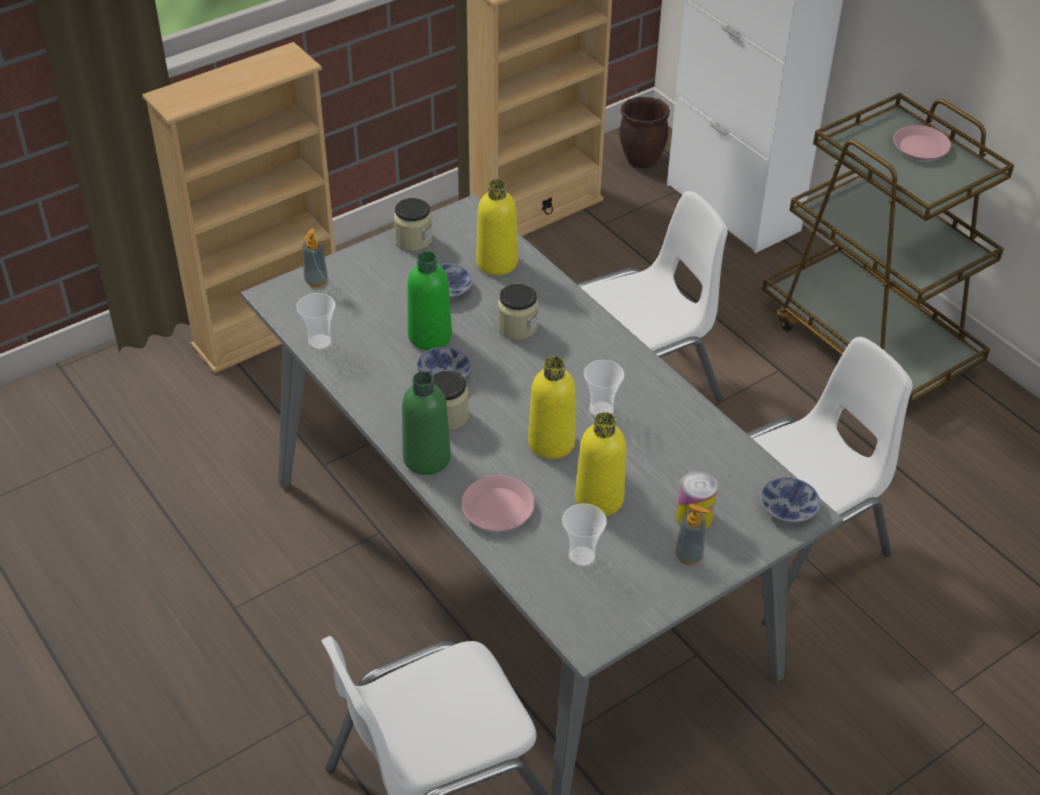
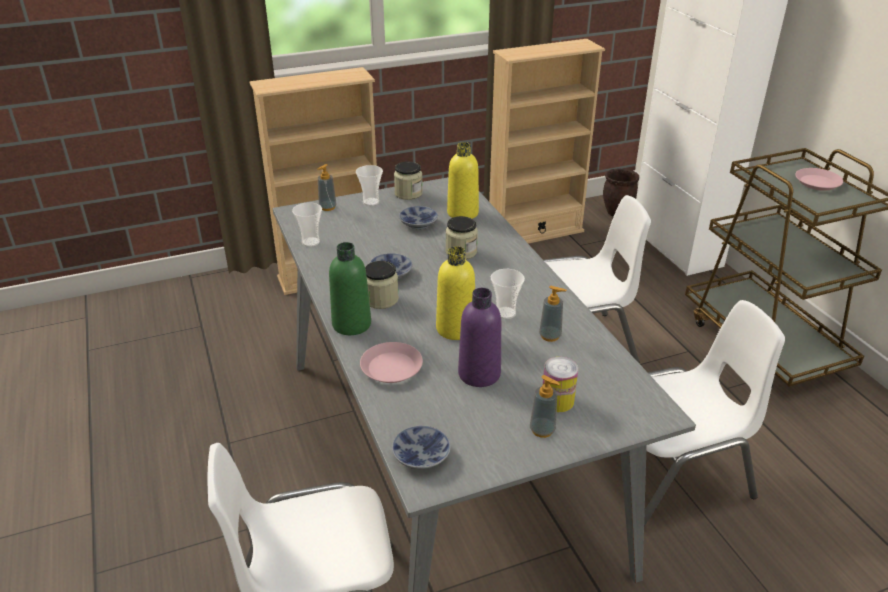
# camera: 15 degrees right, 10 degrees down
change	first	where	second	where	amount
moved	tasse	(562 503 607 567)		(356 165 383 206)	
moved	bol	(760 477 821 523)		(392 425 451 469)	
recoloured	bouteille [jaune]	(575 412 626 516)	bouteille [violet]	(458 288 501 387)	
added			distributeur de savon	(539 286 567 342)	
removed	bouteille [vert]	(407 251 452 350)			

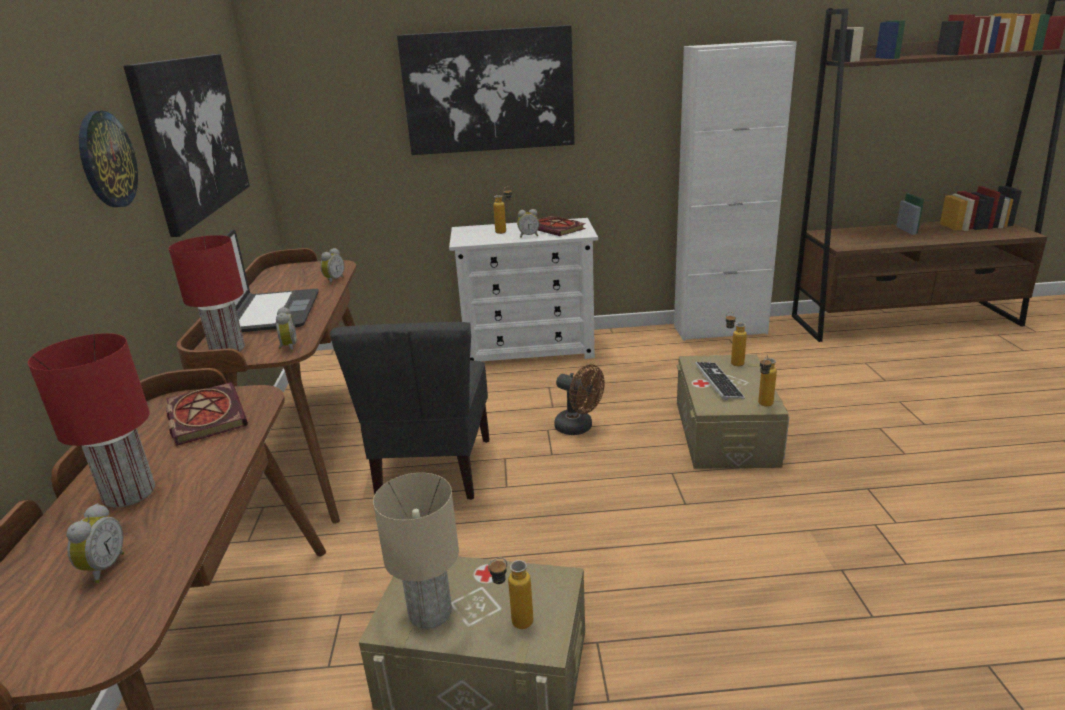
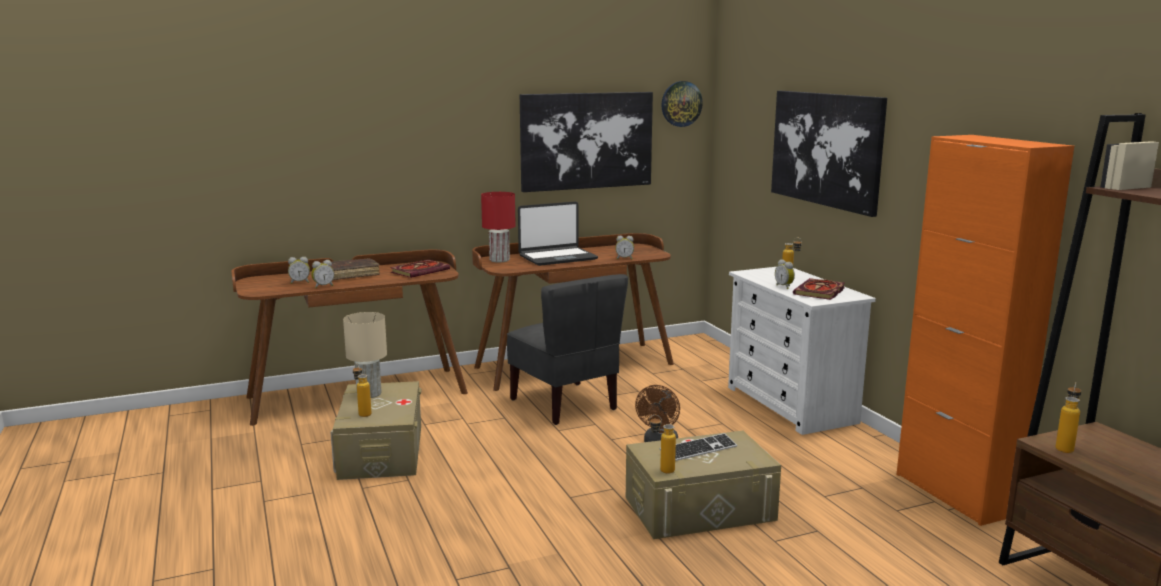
# camera: 70 degrees right, 10 degrees down
change	first	where	second	where	amount
moved	réveil	(276 307 296 352)		(311 260 334 288)	
replaced	lampe de table [rouge]	(28 333 155 508)	livre [marron]	(324 258 380 280)	
turned	chaise [gris]	(330 322 490 500)		(507 274 628 425)	105 degrees counterclockwise
moved	horloge murale	(79 111 138 207)		(661 81 703 127)	
recoloured	meuble de rangement [blanc]	(674 40 797 341)	meuble de rangement [orange]	(896 135 1074 526)	
moved	bouteille	(726 312 747 366)		(1055 382 1081 453)	

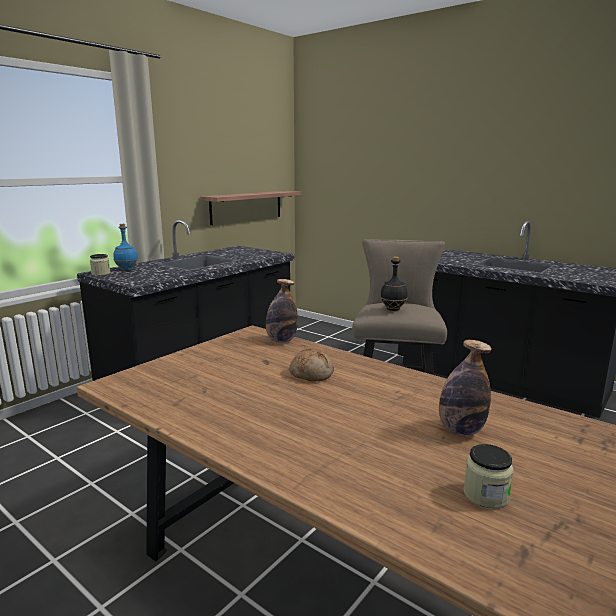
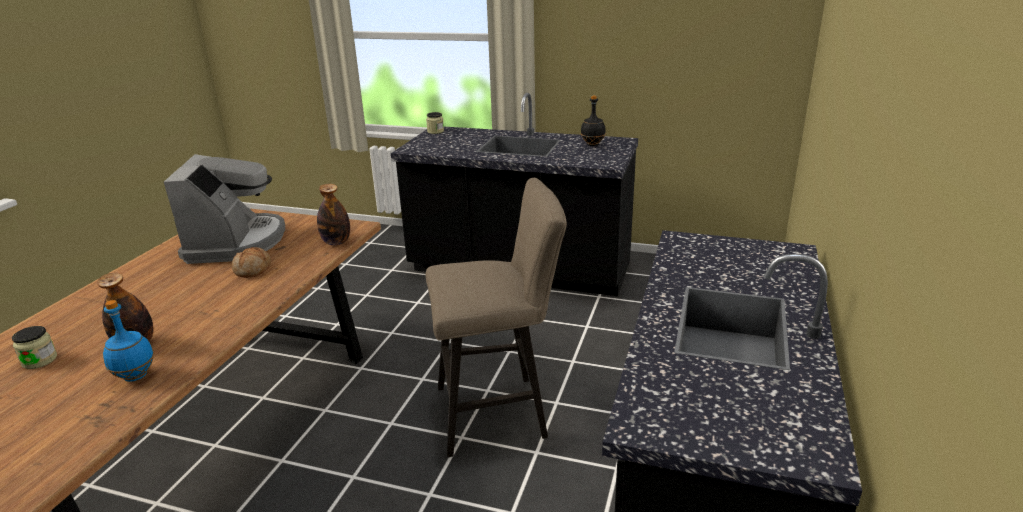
# camera: 70 degrees right, 10 degrees up
change	first	where	second	where	amount
moved	bouteille [bleu]	(113 224 138 271)		(103 300 154 382)	
added			machine à café	(164 154 285 264)	
moved	bouteille [noir]	(380 257 408 311)		(581 95 606 146)	
removed	étagère	(200 191 301 225)			

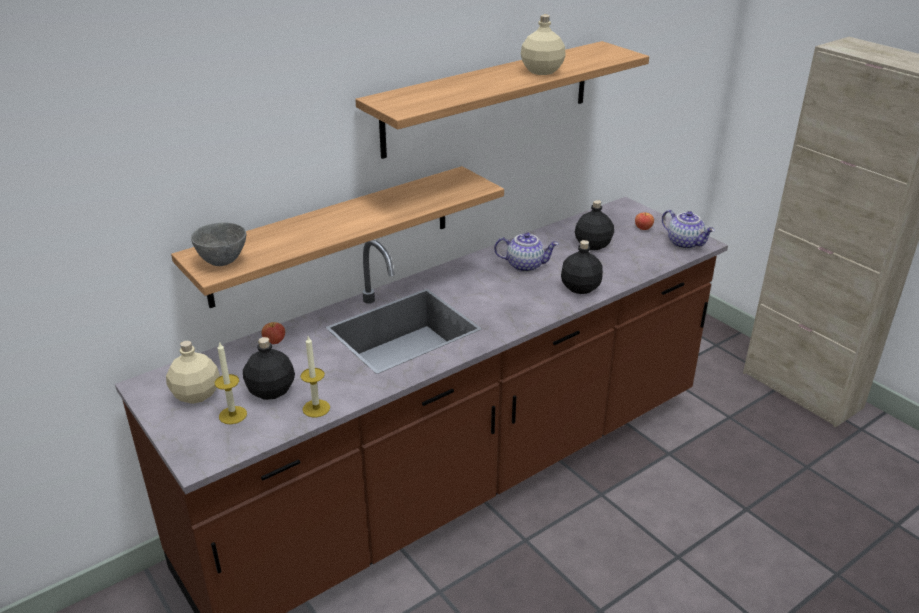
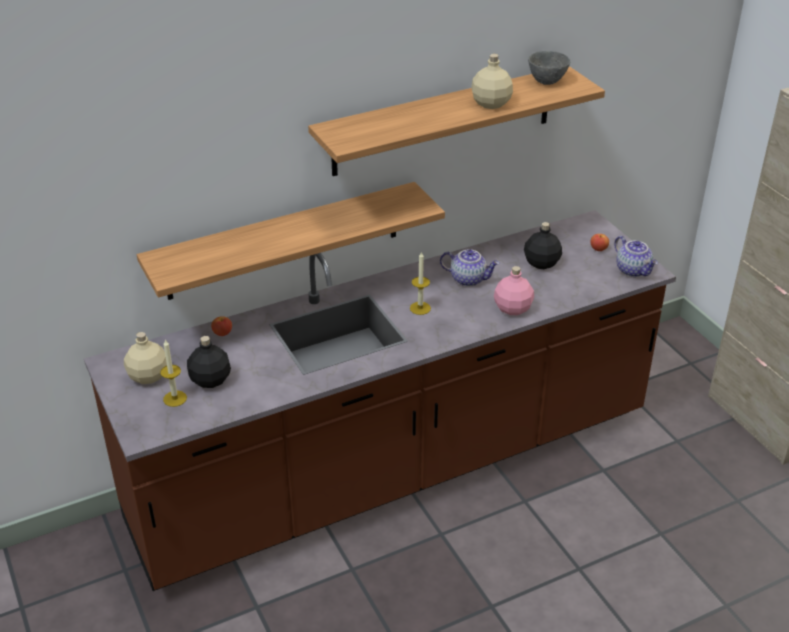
# camera: 10 degrees right, 5 degrees up
change	first	where	second	where	amount
moved	bougie	(300 336 330 417)		(410 251 431 315)	
recoloured	bouteille [noir]	(561 240 603 294)	bouteille [rose]	(494 266 534 315)	
moved	bol [gris]	(191 222 246 266)		(528 51 571 85)	

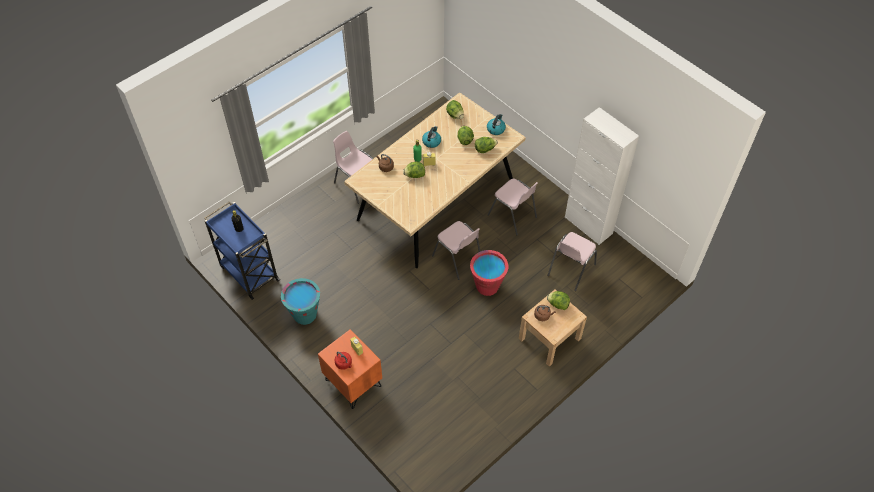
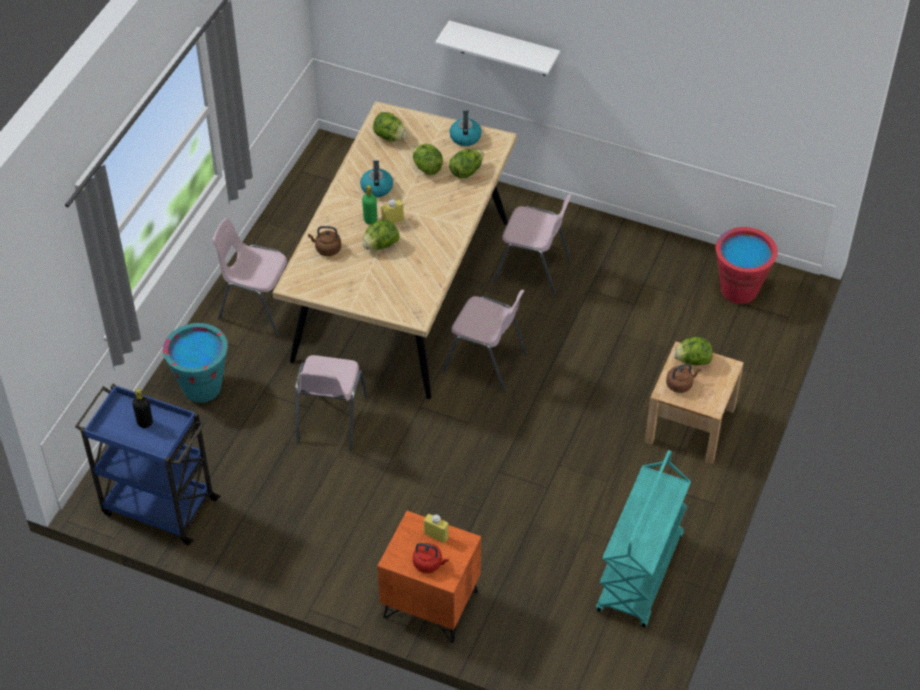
# camera: 25 degrees left, 5 degrees down
change	first	where	second	where	amount
moved	seau [turquoise]	(281 278 320 325)		(163 323 228 403)	
moved	chaise [rose]	(547 232 597 291)		(295 355 368 450)	
added			étagère [blanc]	(435 20 560 76)	
added			chariot [turquoise]	(596 450 691 627)	
moved	seau [rouge]	(470 250 508 296)		(716 227 778 304)	
removed	meuble de rangement [blanc]	(565 107 639 245)			

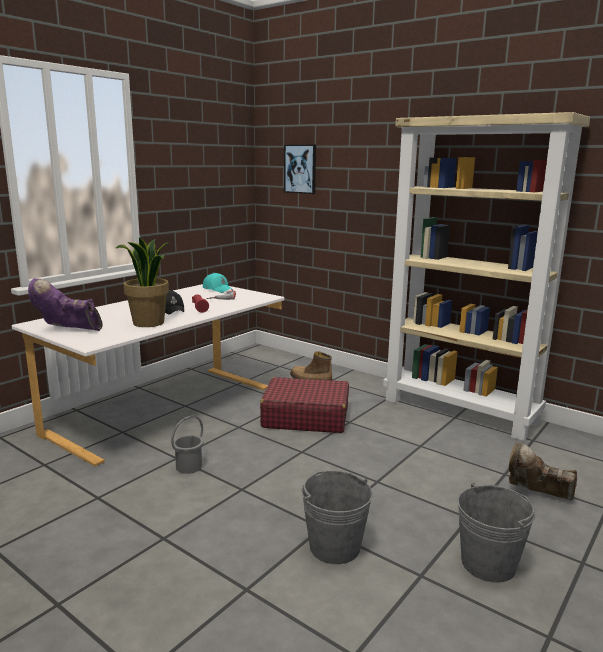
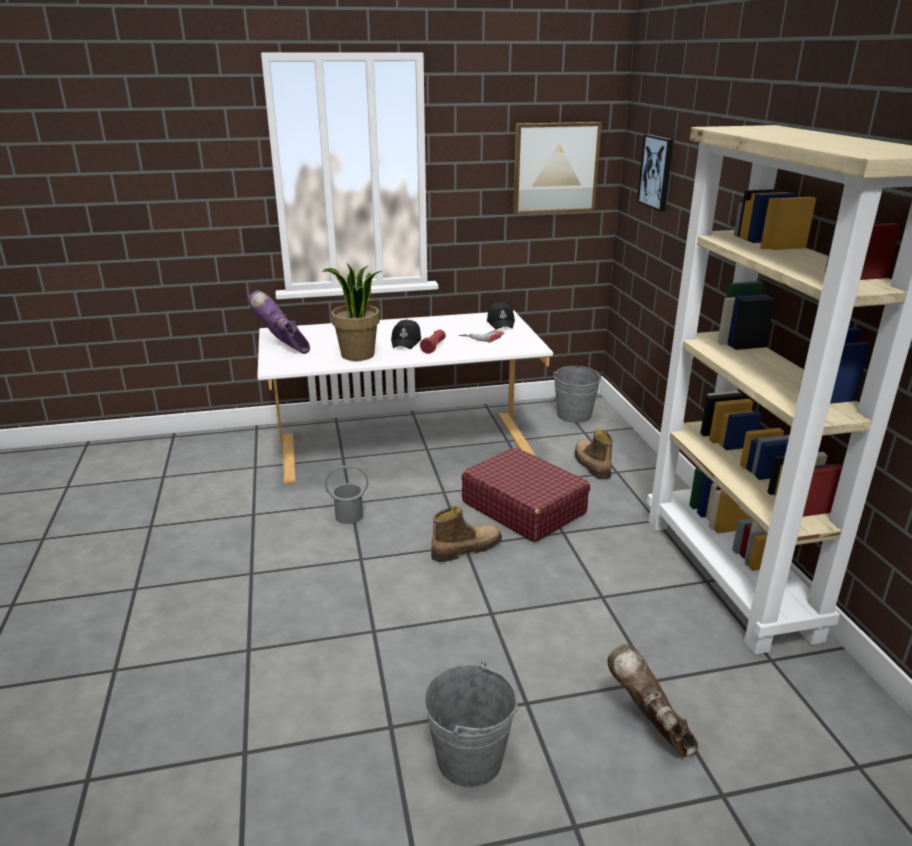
# camera: 40 degrees right, 10 degrees up
change	first	where	second	where	amount
added			botte	(431 506 502 562)	
recoloured	casquette [turquoise]	(203 273 233 293)	casquette [noir]	(487 302 515 330)	
added			tableau	(513 122 602 215)	
moved	seau [gris]	(301 471 373 564)		(553 366 602 423)	

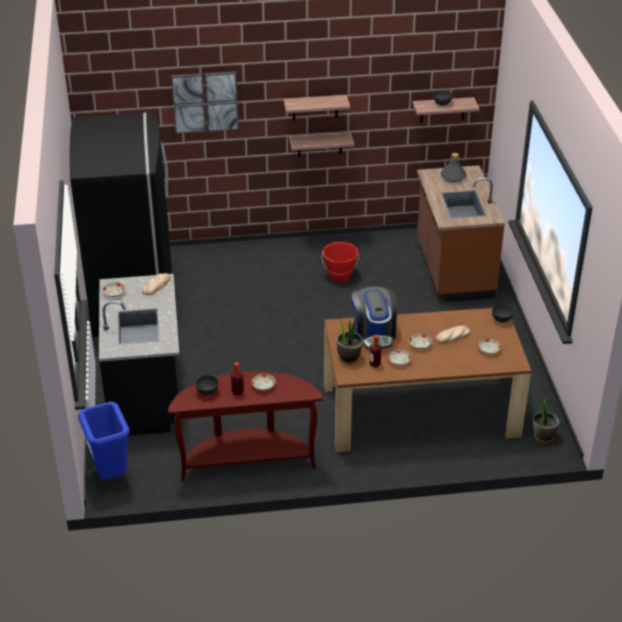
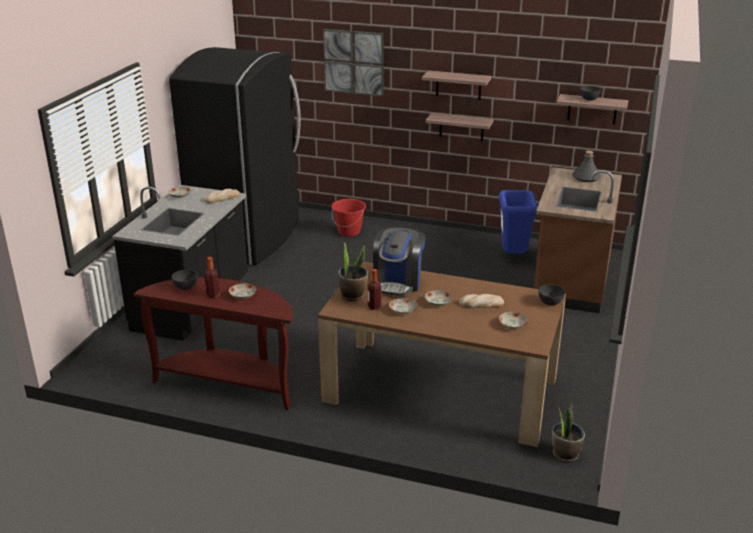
# camera: 25 degrees right, 10 degrees down
change	first	where	second	where	amount
moved	seau [rouge]	(322 242 359 282)		(331 199 366 237)	
moved	poubelle [bleu]	(78 402 130 479)		(499 190 538 253)	

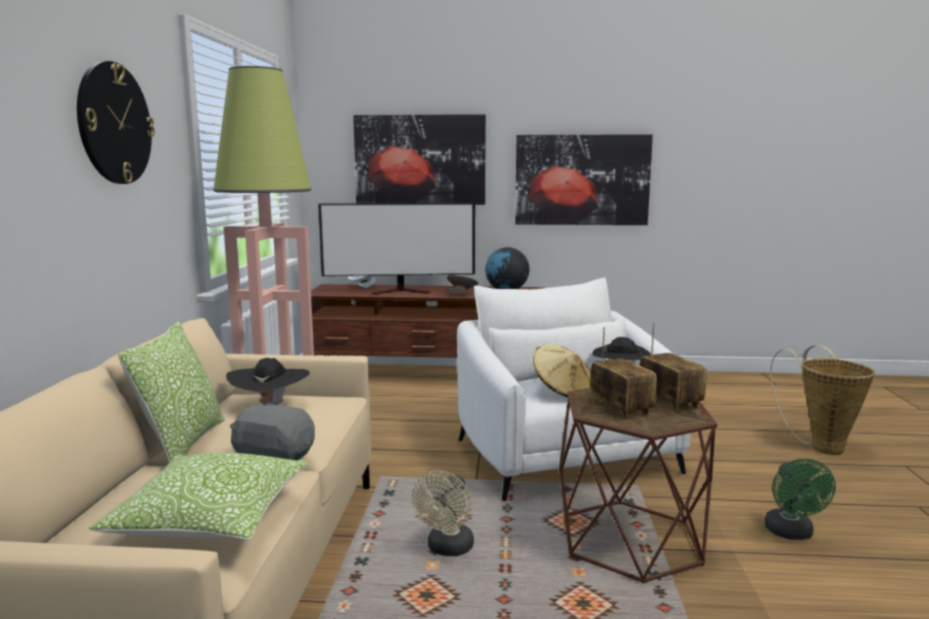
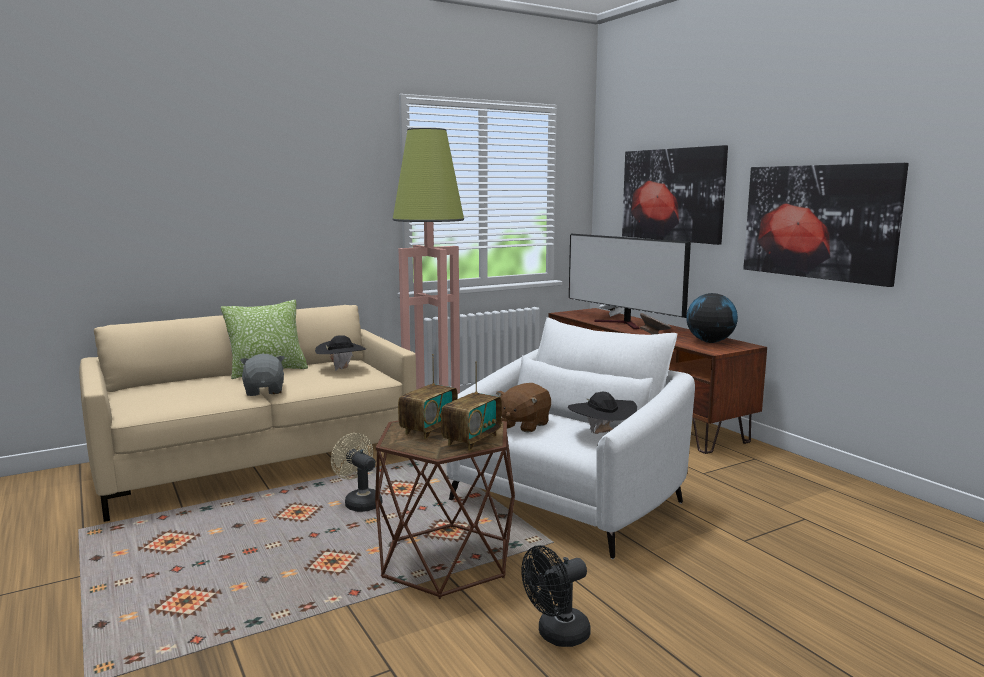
# camera: 55 degrees right, 0 degrees up
change	first	where	second	where	amount
turned	ventilateur [beige]	(412 470 474 556)		(331 433 382 512)	60 degrees clockwise
replaced	chapeau [beige]	(533 344 590 398)	peluche [marron]	(496 383 551 433)	
recoloured	ventilateur [vert]	(765 458 836 540)	ventilateur [noir]	(521 545 591 647)	
removed	horloge murale	(77 61 155 184)			
removed	coussin	(89 453 308 541)			
removed	panier	(770 345 875 455)			

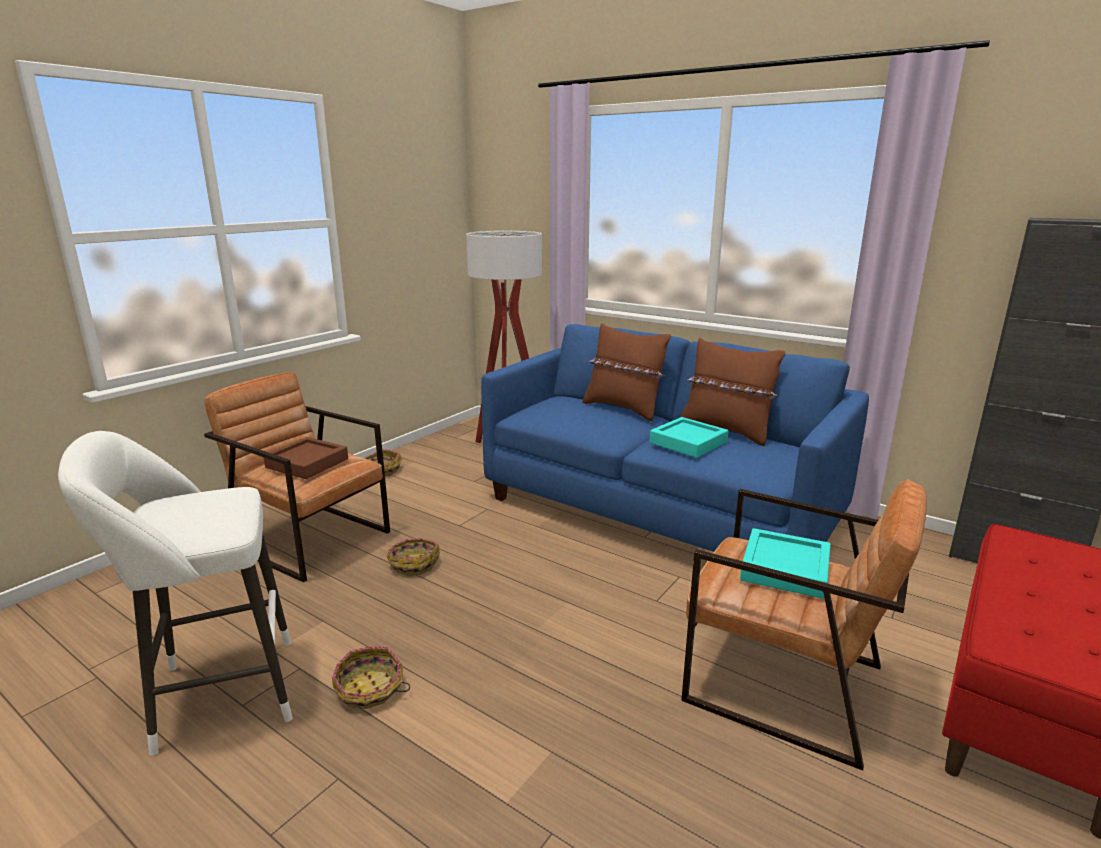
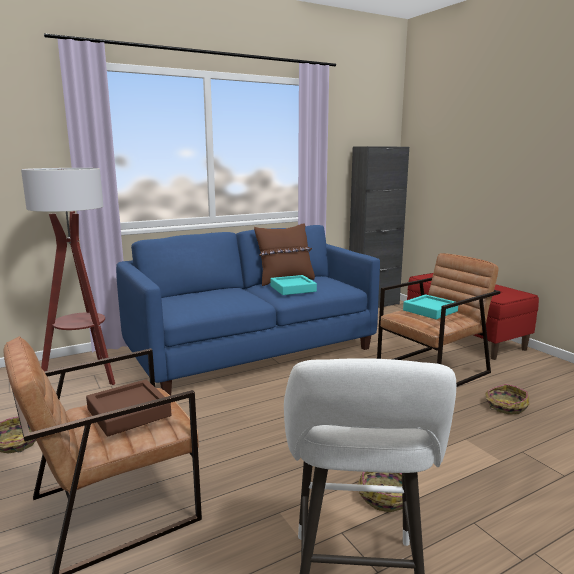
# camera: 65 degrees left, 5 degrees down
change	first	where	second	where	amount
moved	panier	(387 538 440 576)		(485 384 529 414)	
removed	coussin [marron]	(582 323 671 421)			

